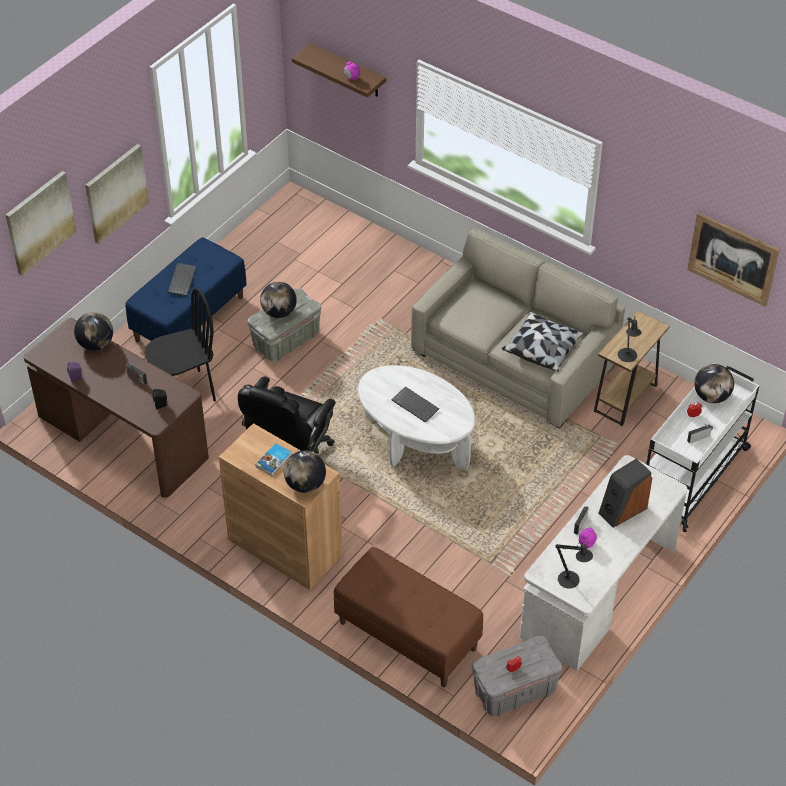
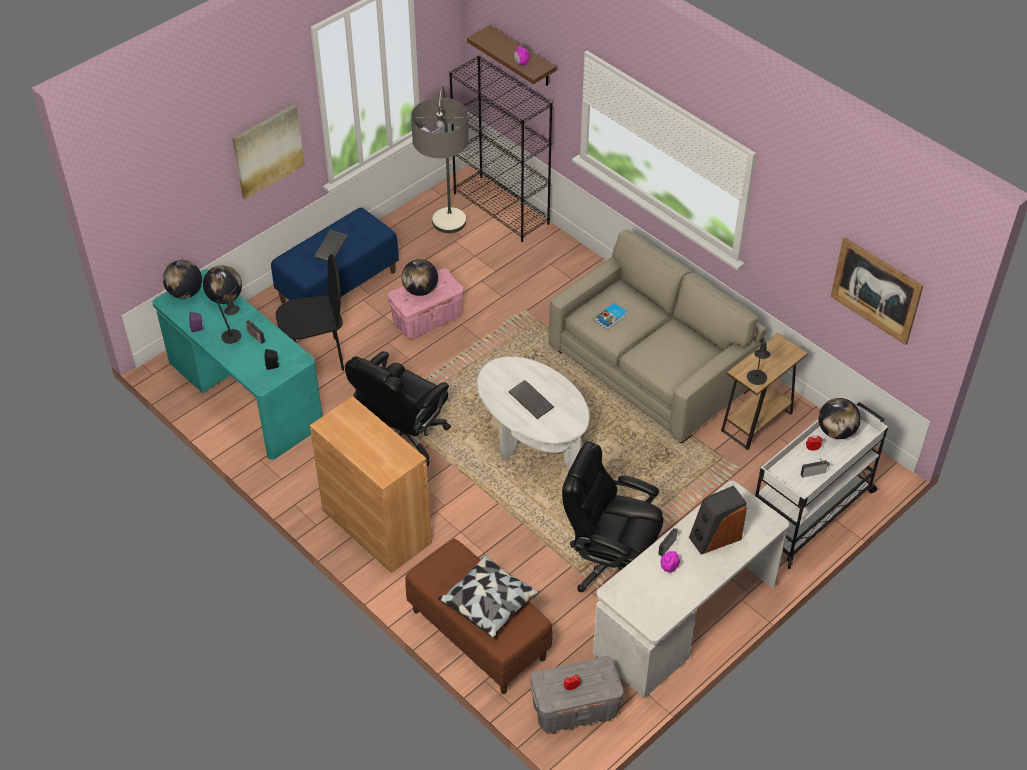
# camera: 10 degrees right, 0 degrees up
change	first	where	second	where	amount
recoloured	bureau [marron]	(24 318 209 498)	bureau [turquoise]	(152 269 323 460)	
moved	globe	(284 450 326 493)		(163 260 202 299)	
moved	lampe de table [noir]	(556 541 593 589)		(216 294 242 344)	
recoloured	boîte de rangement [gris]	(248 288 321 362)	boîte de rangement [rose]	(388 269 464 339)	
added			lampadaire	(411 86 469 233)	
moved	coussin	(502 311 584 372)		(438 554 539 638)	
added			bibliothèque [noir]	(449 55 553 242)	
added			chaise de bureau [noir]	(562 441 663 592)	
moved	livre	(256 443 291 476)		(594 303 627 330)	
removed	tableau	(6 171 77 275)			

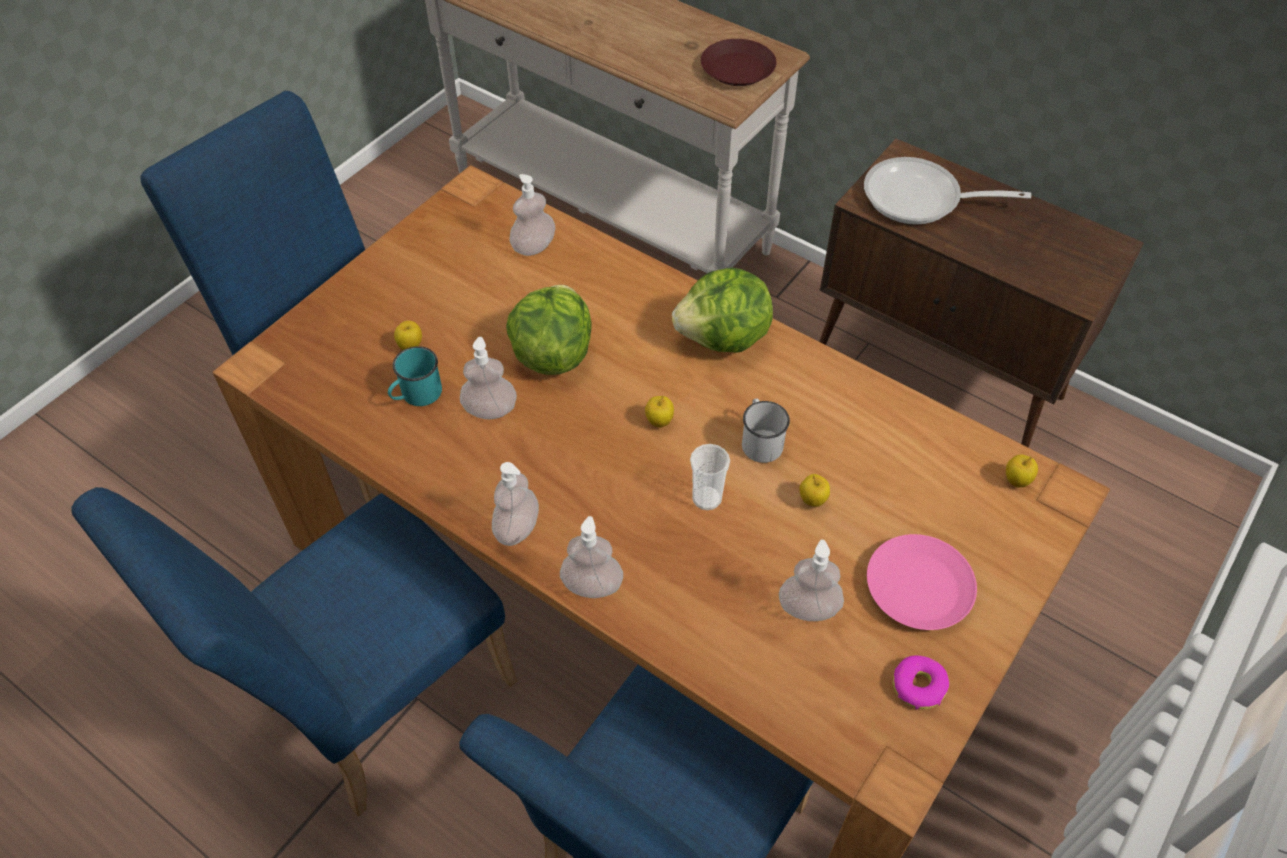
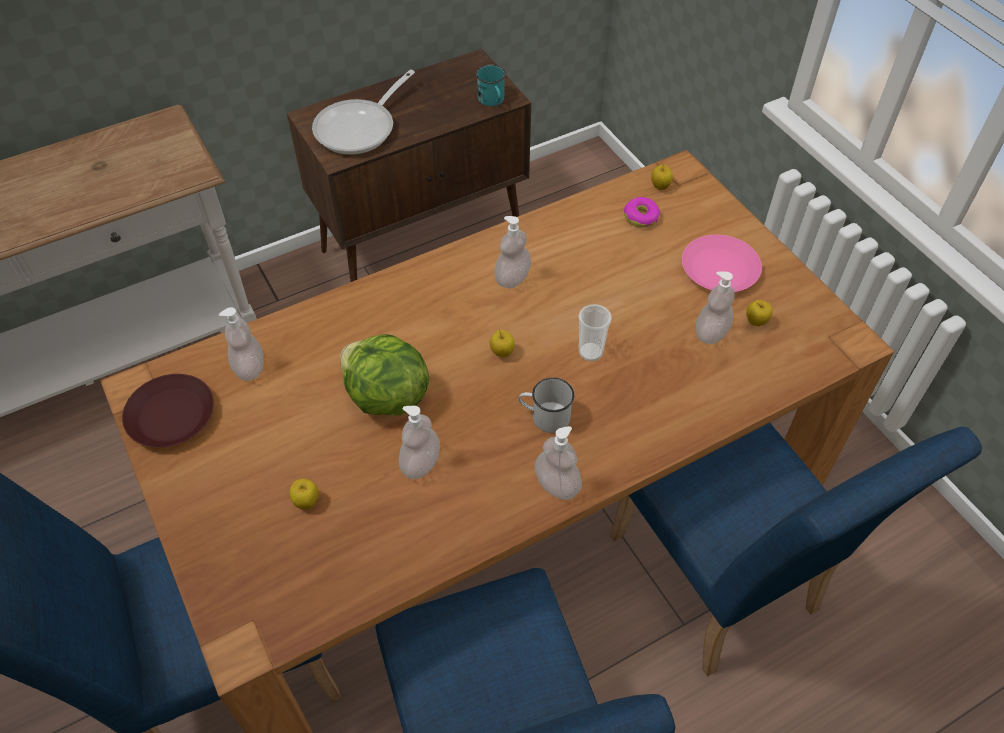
# camera: 65 degrees left, 0 degrees up
change	first	where	second	where	amount
moved	assiette [marron]	(701 39 777 86)		(122 374 214 448)	
moved	mug [turquoise]	(388 346 442 406)		(476 65 506 106)	
moved	distributeur de savon	(560 516 623 598)		(494 216 531 288)	
moved	mug [blanc]	(742 399 790 463)		(519 378 574 433)	
moved	beignet	(893 655 949 710)		(624 197 660 228)	
moved	pomme	(799 474 830 507)		(746 300 773 326)	
removed	laitue	(672 268 773 353)			

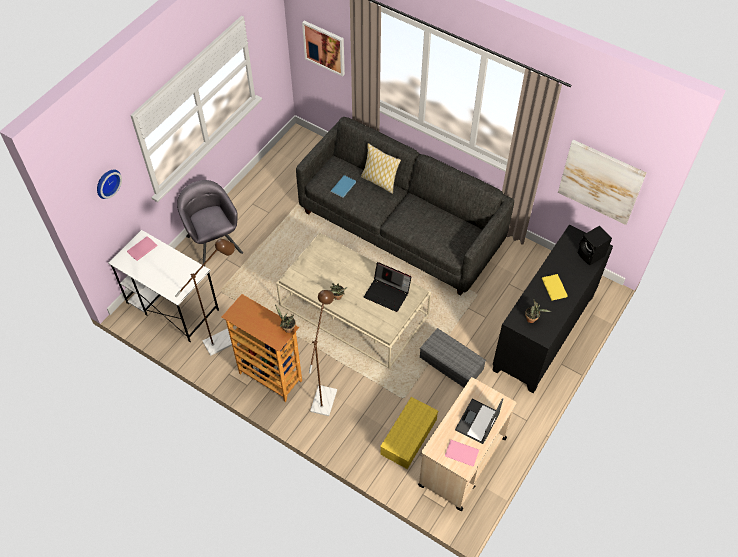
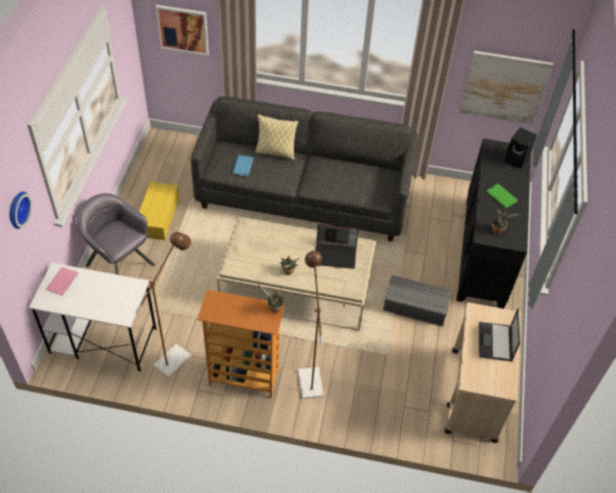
# camera: 25 degrees left, 5 degrees down
change	first	where	second	where	amount
moved	boîte de rangement [jaune]	(380 397 438 469)		(139 182 179 240)	
recoloured	livre [jaune]	(542 274 568 300)	livre [vert]	(486 184 517 208)	
removed	livre [rose]	(445 440 479 466)			

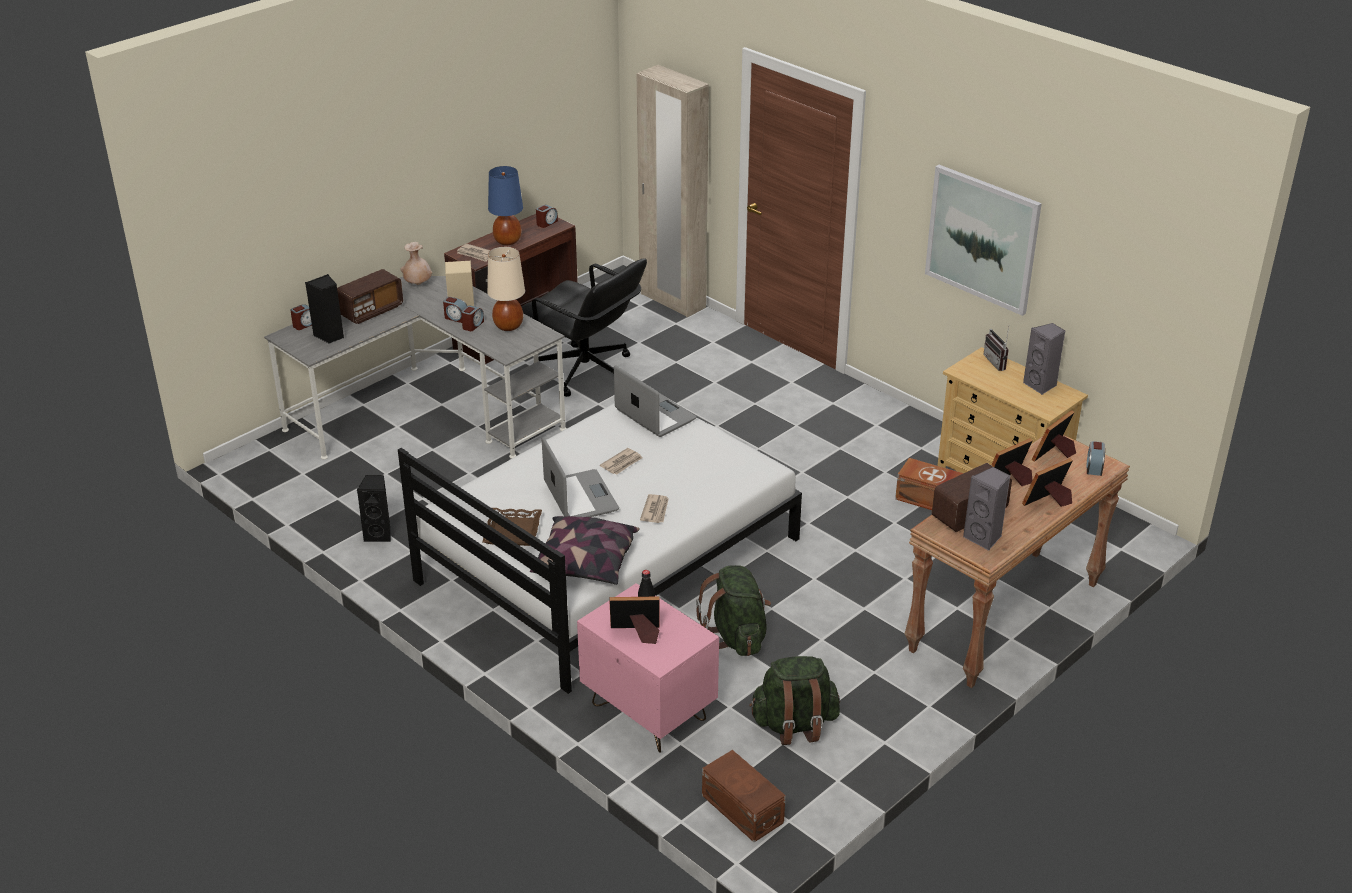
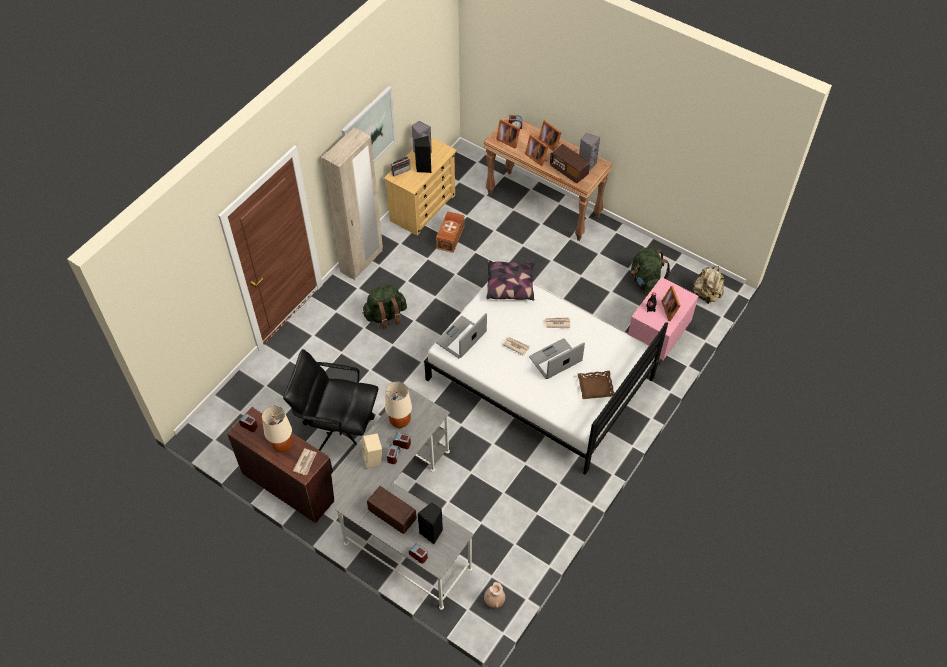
# camera: 100 degrees left, 20 degrees up
change	first	where	second	where	amount
recoloured	lampe de table [bleu]	(488 166 523 245)	lampe de table [beige]	(262 406 292 453)	
turned	chaise de bureau [noir]	(522 259 647 397)		(283 349 379 451)	105 degrees counterclockwise
moved	armoire [beige]	(637 65 709 317)		(322 127 383 280)	
moved	sac à dos [vert]	(696 565 771 656)		(362 285 407 329)	
moved	enceinte [noir]	(356 475 391 542)		(414 136 431 173)	
moved	vase [beige]	(401 242 432 285)		(484 582 505 608)	
moved	coussin	(530 516 640 585)		(487 260 535 301)	
replaced	boîte de rangement [marron]	(702 750 785 842)	sac à dos [beige]	(693 266 725 304)	

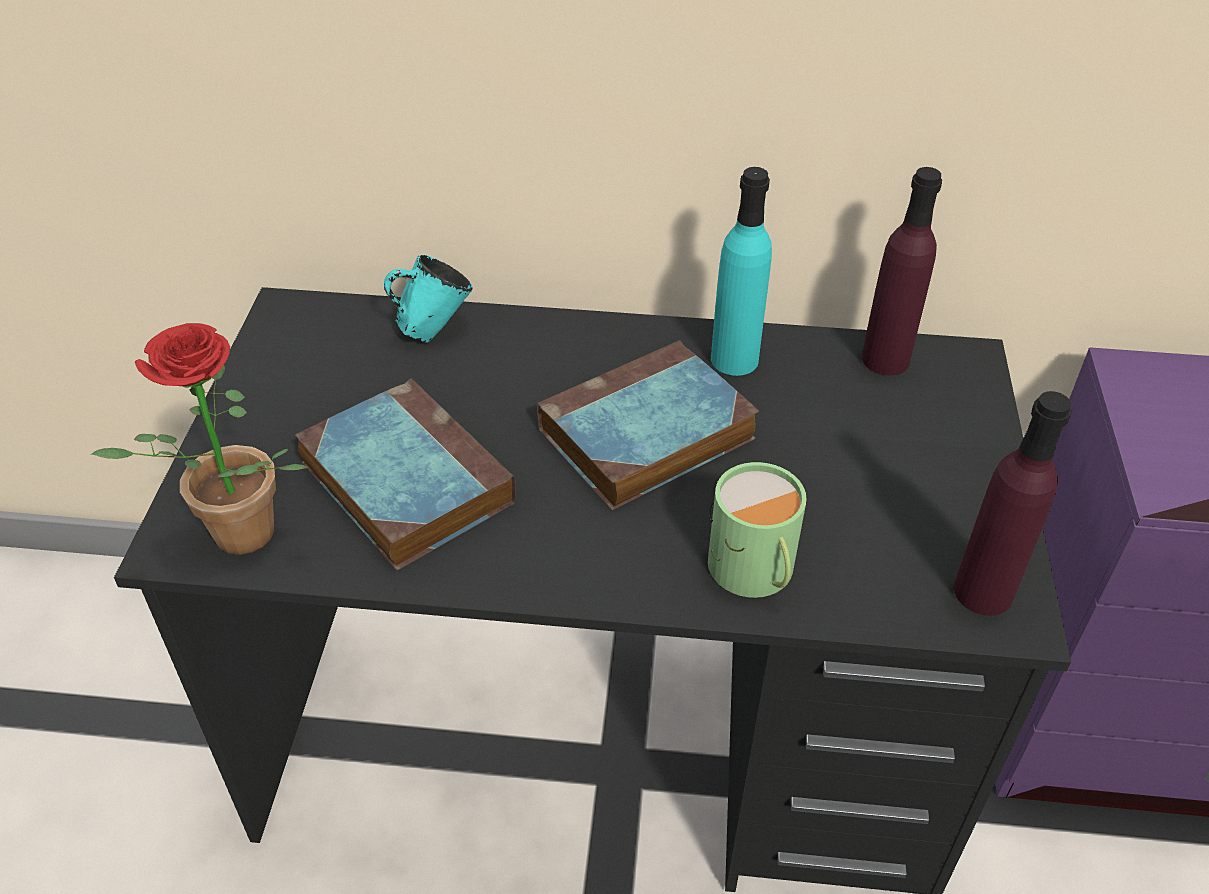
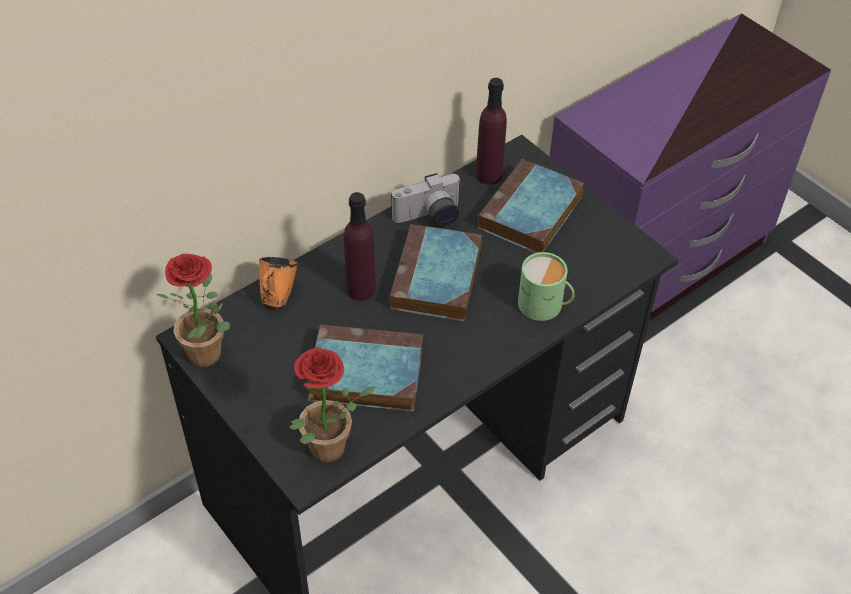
# camera: 45 degrees left, 5 degrees up
change	first	where	second	where	amount
added			plante en pot	(156 254 230 367)	
recoloured	mug [turquoise]	(384 255 473 343)	mug [orange]	(259 257 298 307)	
moved	bouteille [violet]	(954 391 1072 616)		(344 192 376 301)	
replaced	bouteille [turquoise]	(711 167 772 376)	appareil photo	(391 173 460 227)	
added			livre	(478 159 584 253)	

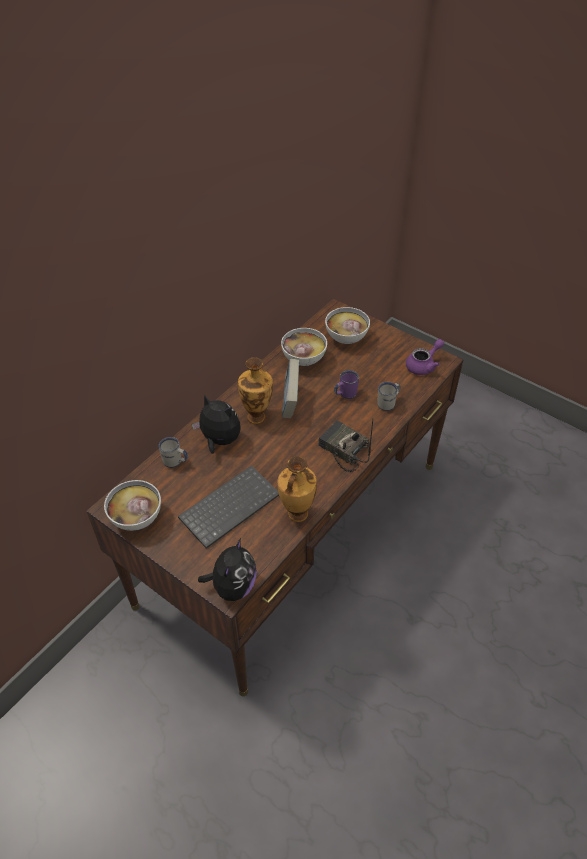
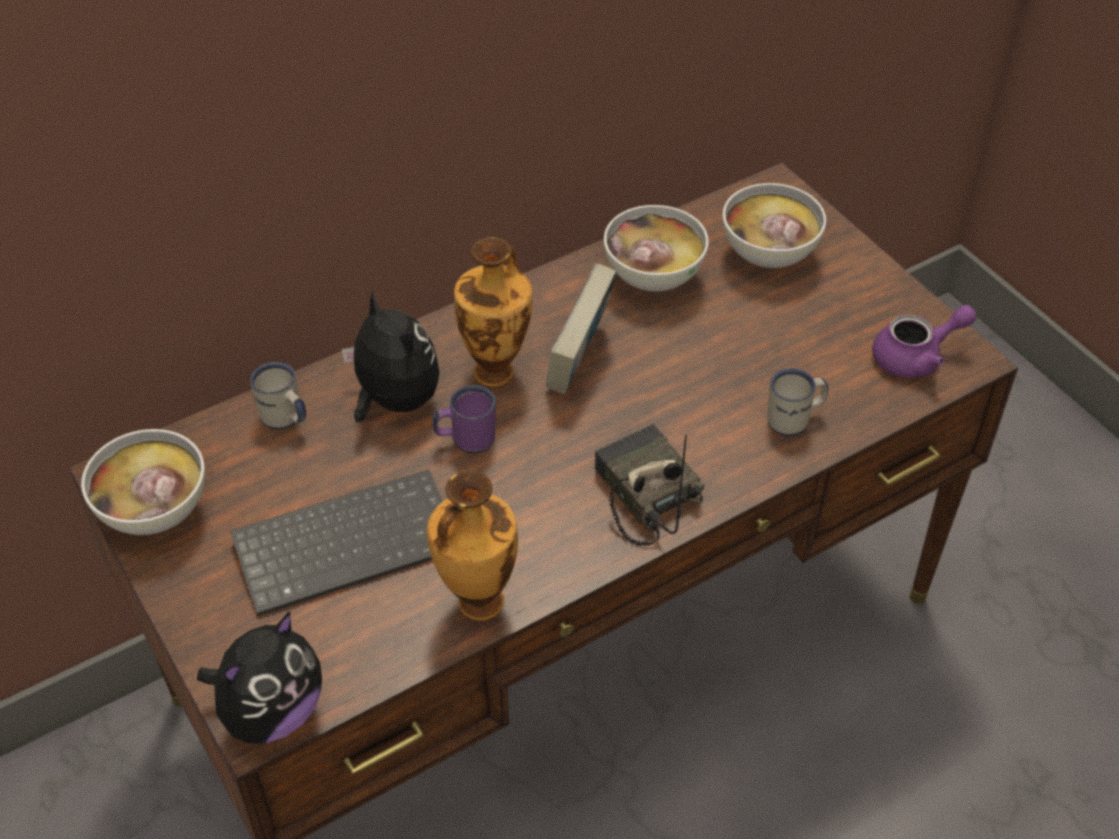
# camera: 20 degrees right, 0 degrees up
change	first	where	second	where	amount
moved	mug [violet]	(334 370 359 399)		(433 385 496 453)	

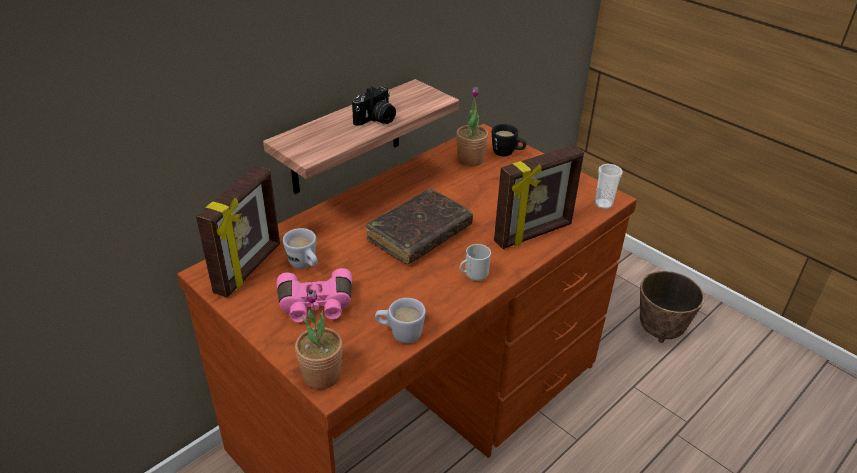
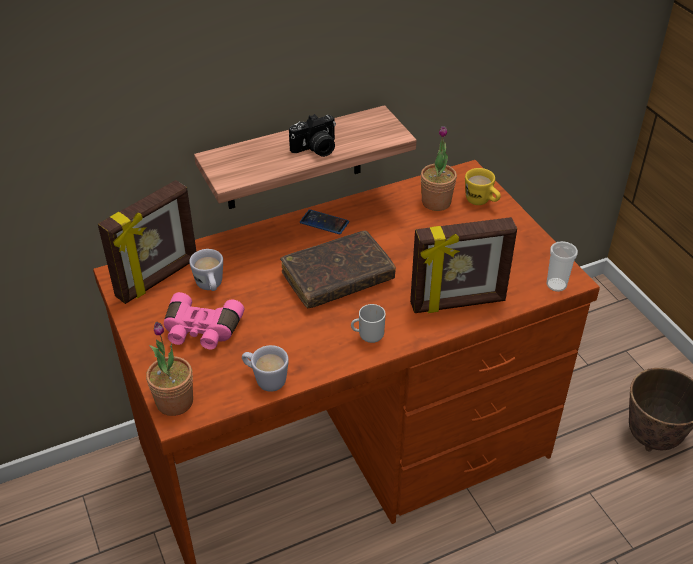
# camera: 20 degrees right, 5 degrees up
change	first	where	second	where	amount
added			téléphone	(300 209 349 234)	
recoloured	mug [noir]	(492 124 526 156)	mug [jaune]	(465 168 501 205)	

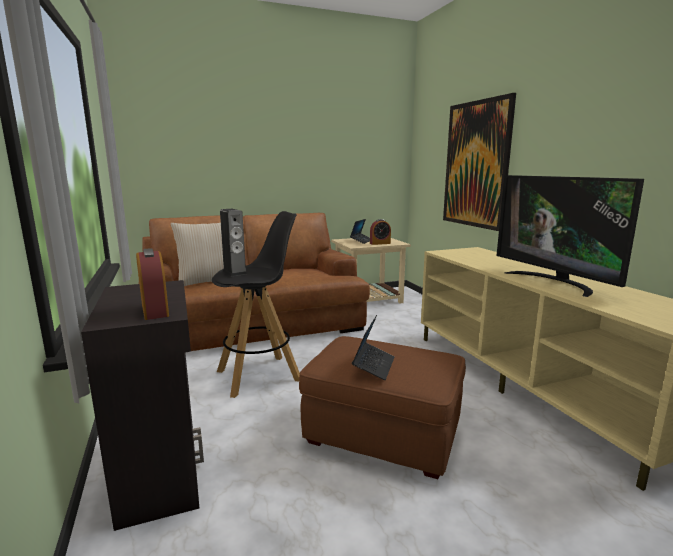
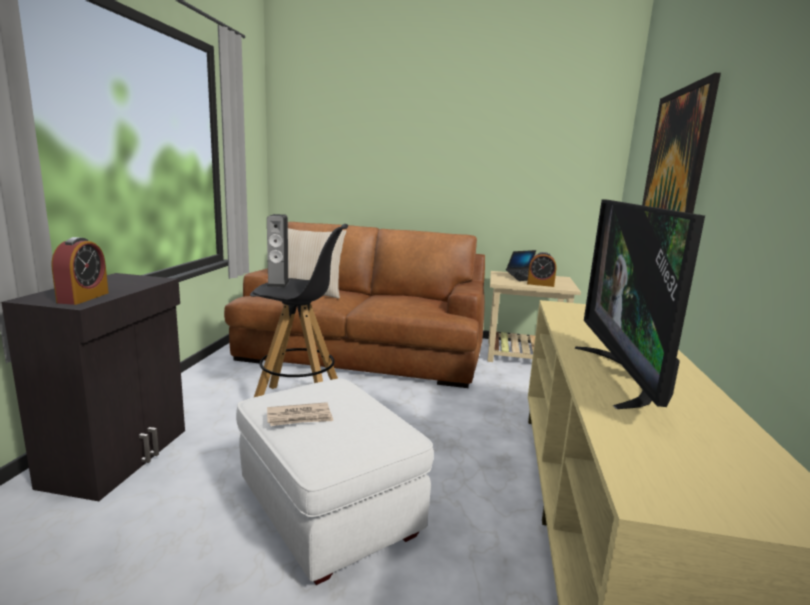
# camera: 30 degrees right, 0 degrees up
change	first	where	second	where	amount
recoloured	pouf [marron]	(299 336 466 479)	pouf [blanc]	(236 379 434 585)	
replaced	ordinateur portable	(352 315 395 380)	journal	(267 402 333 426)	

